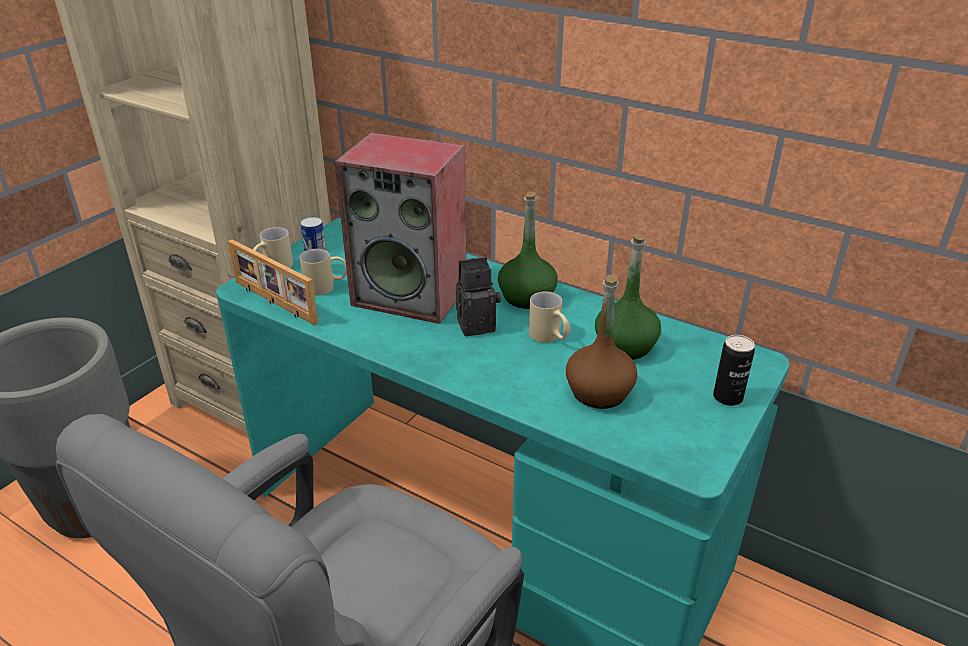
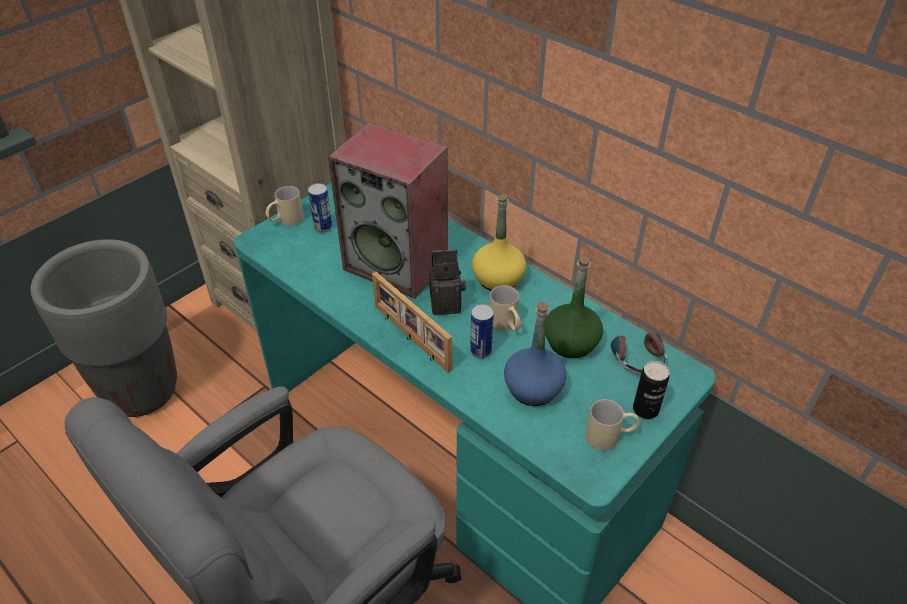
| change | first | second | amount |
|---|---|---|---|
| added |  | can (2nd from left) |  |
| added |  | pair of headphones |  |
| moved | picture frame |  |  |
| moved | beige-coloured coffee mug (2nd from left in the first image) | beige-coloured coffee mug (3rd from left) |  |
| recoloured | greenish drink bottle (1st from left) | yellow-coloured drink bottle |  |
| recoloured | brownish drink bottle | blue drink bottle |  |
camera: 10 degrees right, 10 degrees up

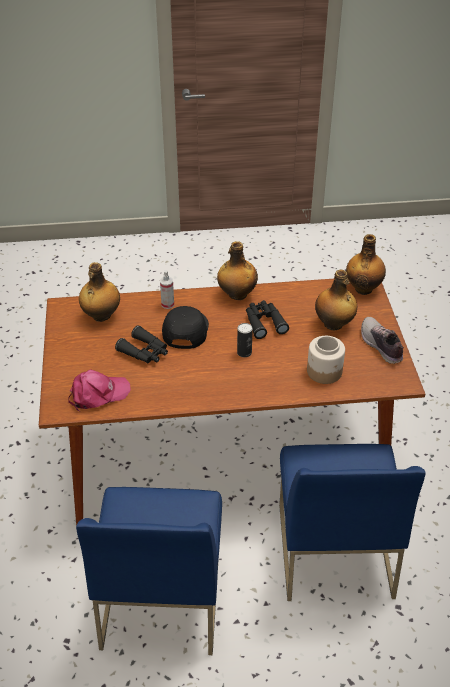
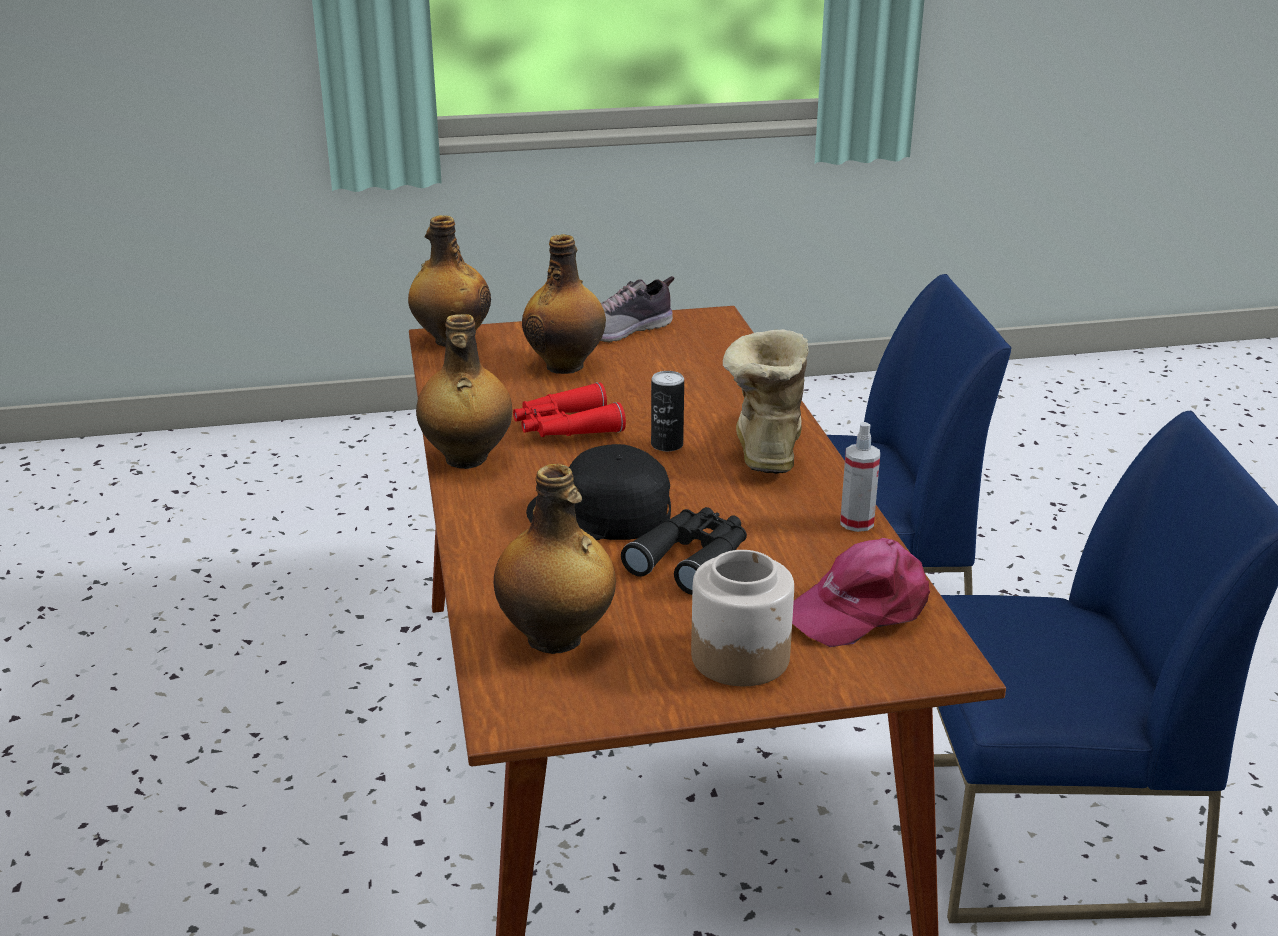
| change | first | second | amount |
|---|---|---|---|
| added |  | boot |  |
| moved | hand sprayer |  |  |
| moved | preserve jar |  |  |
| recoloured | black field glasses (2nd from left) | red field glasses |  |
| turned | pinkish cap |  | 90 degrees counterclockwise |
camera: 95 degrees left, 15 degrees down

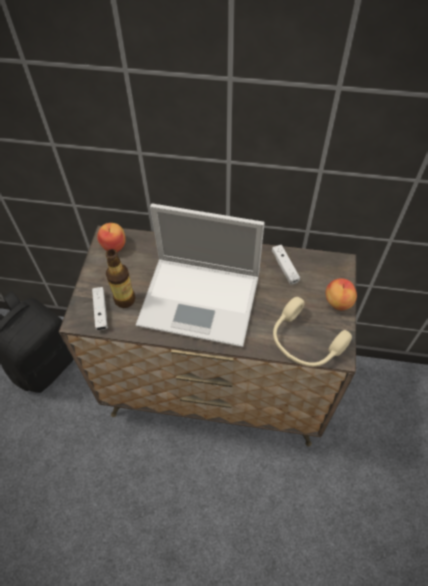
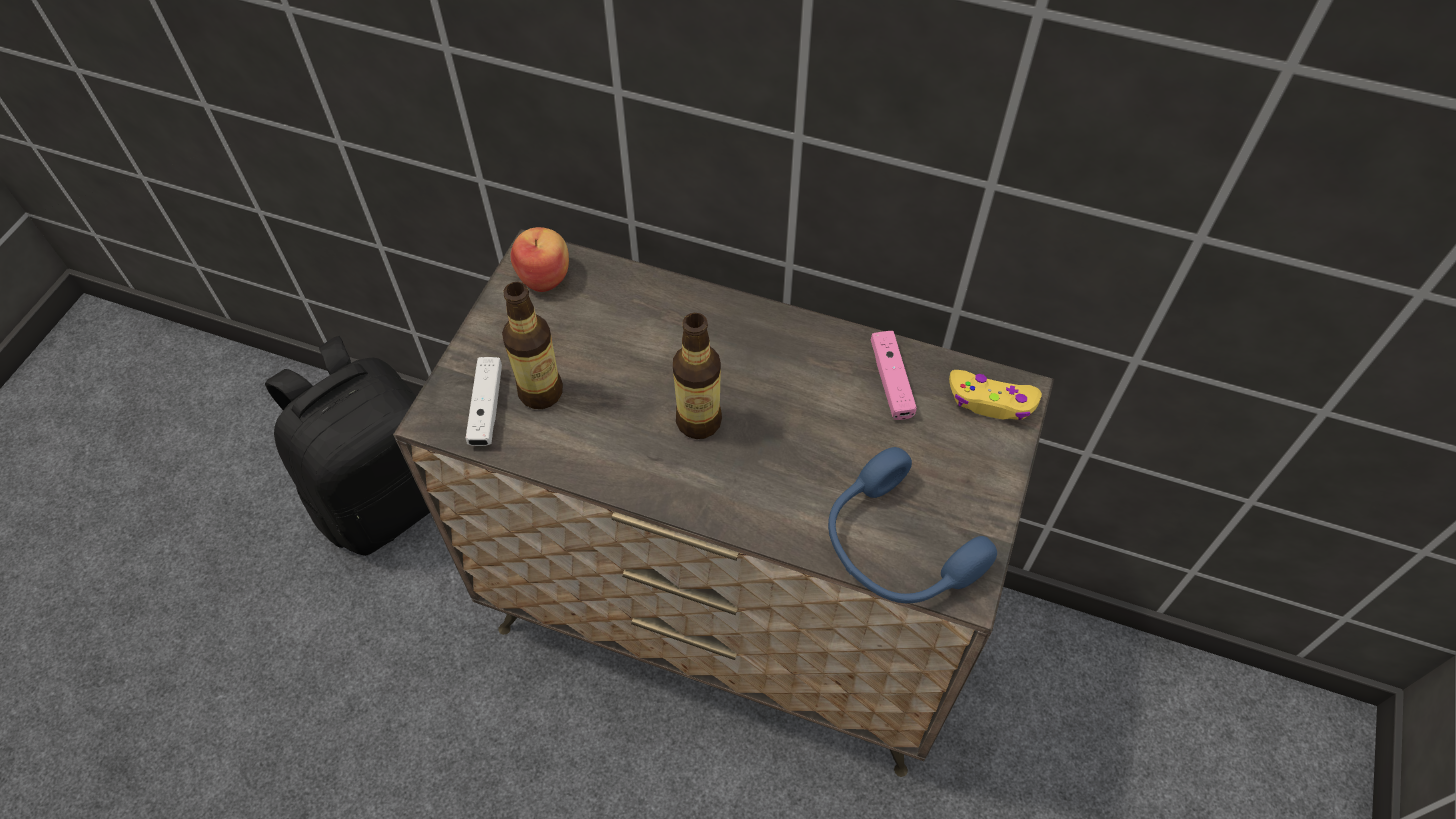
| change | first | second | amount |
|---|---|---|---|
| removed | whole apple (2nd from left) |  |  |
| added |  | yellow-coloured joypad |  |
| replaced | portable computer | drink bottle (2nd from left) |  |
| recoloured | white-coloured joypad (2nd from left) | pinkish joypad |  |
| recoloured | beige-coloured pair of headphones | blue pair of headphones |  |
camera: 10 degrees right, 0 degrees up

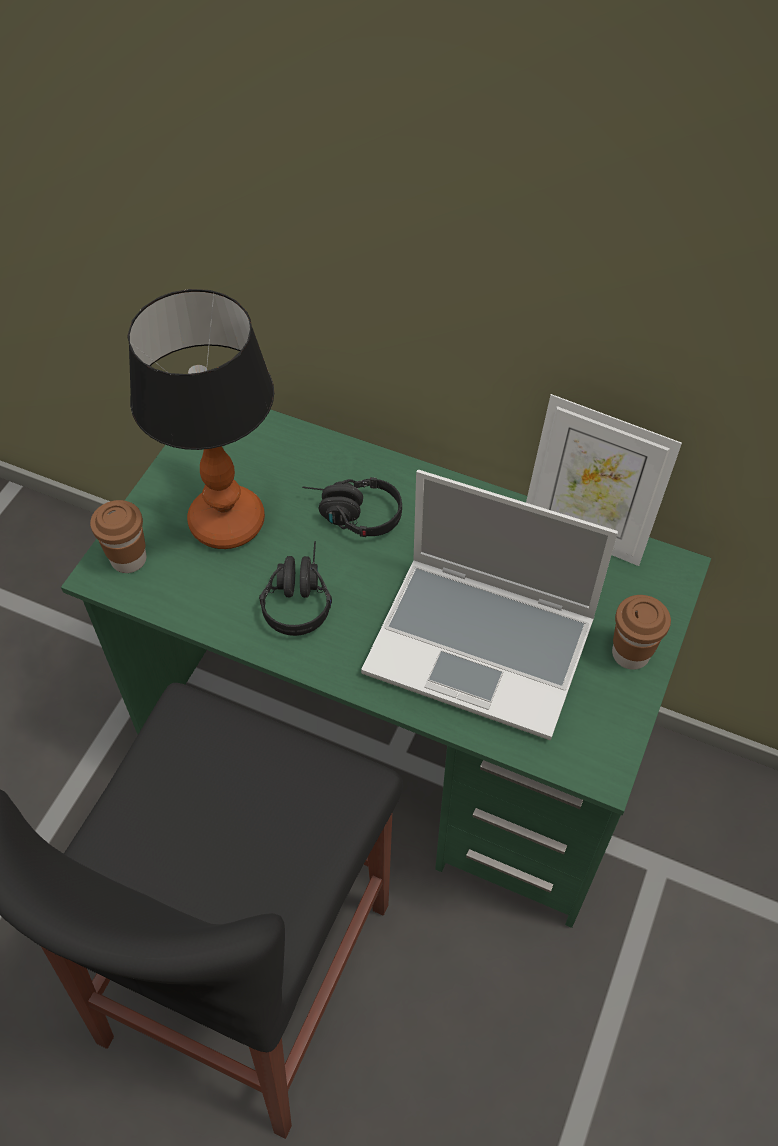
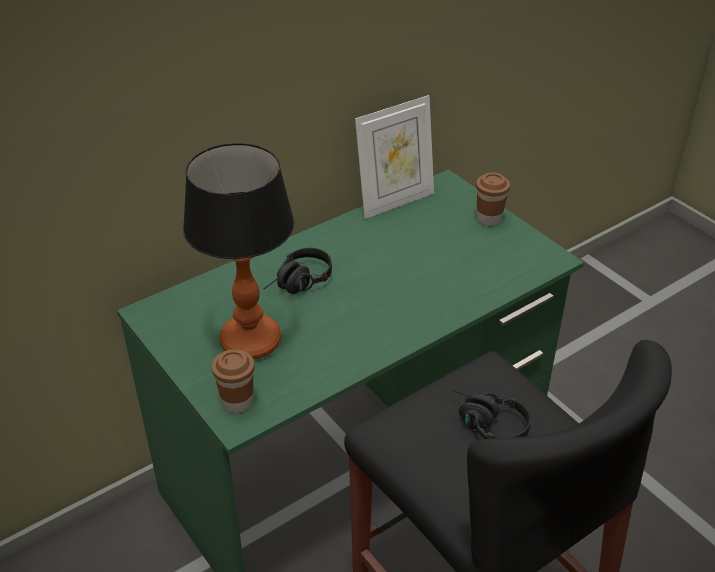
| change | first | second | amount |
|---|---|---|---|
| removed | portable computer |  |  |
| moved | black pair of headphones (1st from left in the first image) | black pair of headphones (2nd from left) |  |
camera: 60 degrees left, 15 degrees down

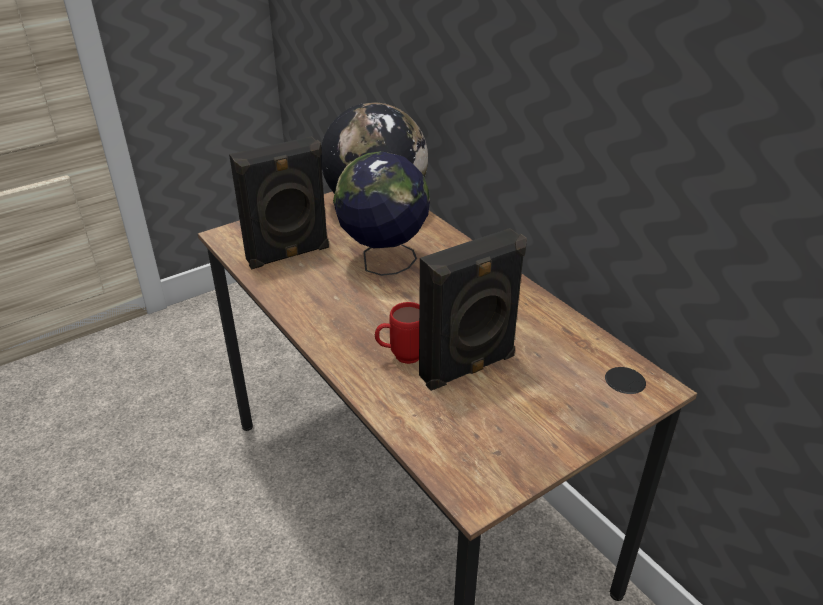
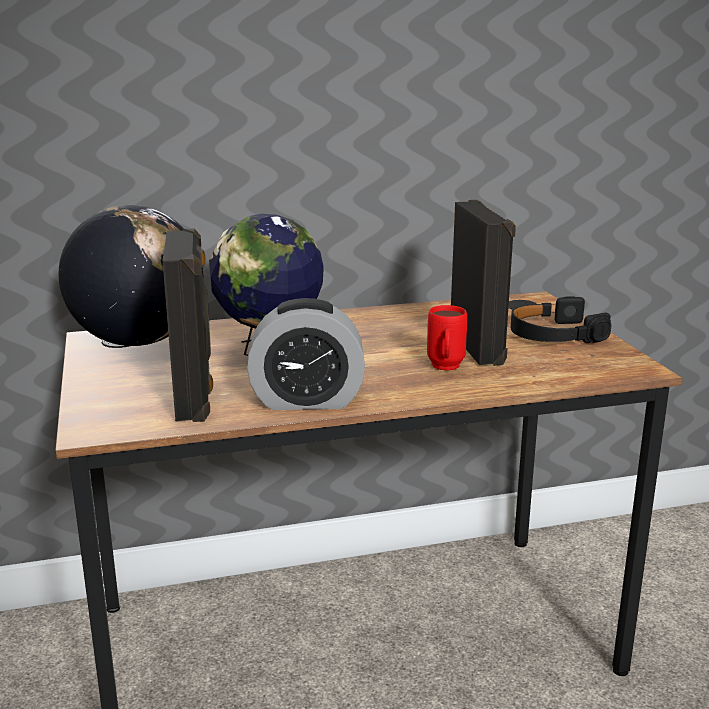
| change | first | second | amount |
|---|---|---|---|
| added |  | bedside clock |  |
| added |  | black pair of headphones |  |
camera: 70 degrees left, 15 degrees down

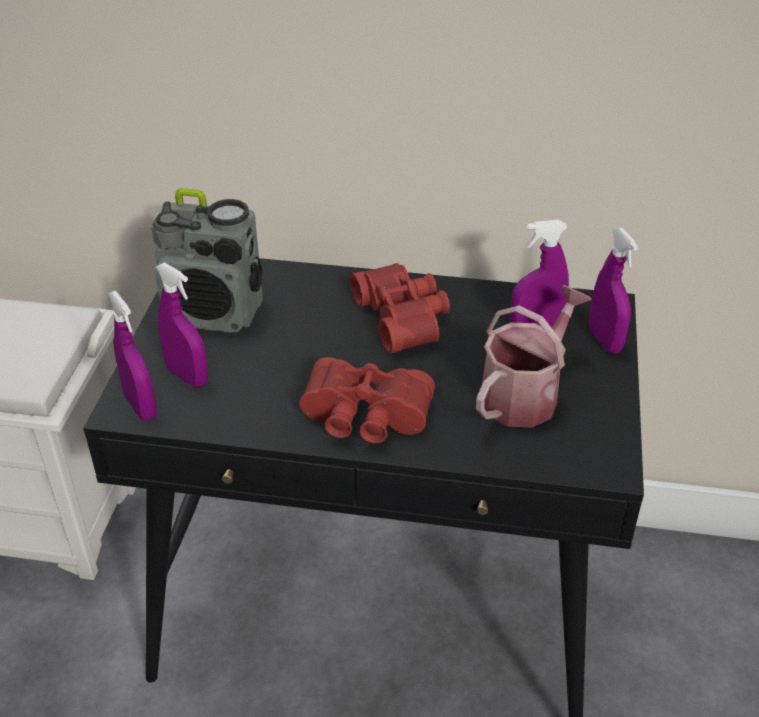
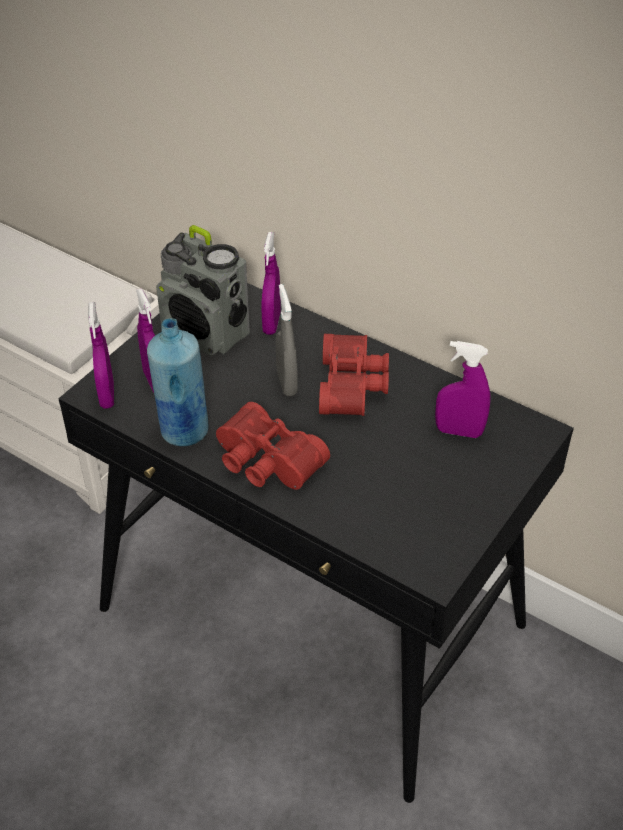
| change | first | second | amount |
|---|---|---|---|
| removed | sprinkling can |  |  |
| added |  | blue drink bottle |  |
| added |  | grey hand sprayer |  |
| moved | purple-coloured hand sprayer (4th from left in the first image) | purple-coloured hand sprayer (3rd from left) |  |
camera: 25 degrees right, 5 degrees up

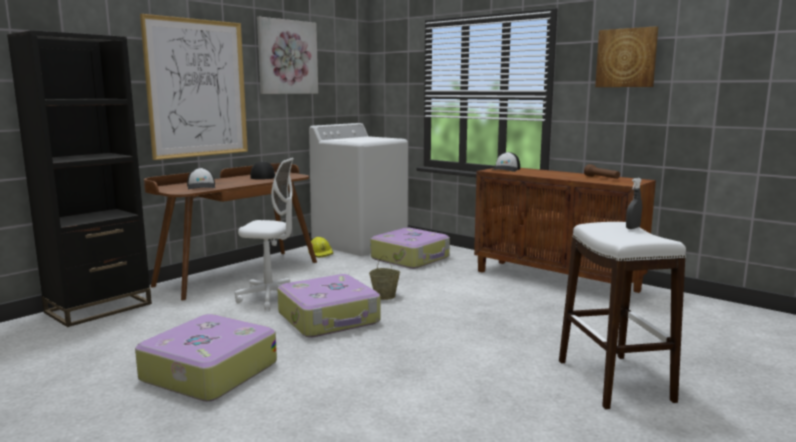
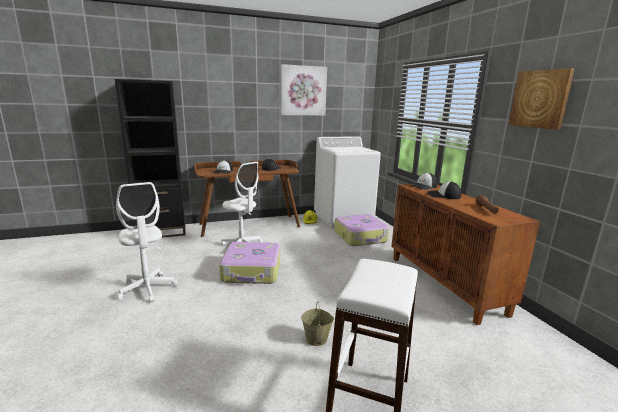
| change | first | second | amount |
|---|---|---|---|
| removed | picture (1st from left) |  |  |
| removed | grey hand sprayer |  |  |
| added |  | cap (4th from left) |  |
| moved | beige-coloured water bucket |  |  |
| replaced | travel case (1st from left) | white-coloured office chair (1st from left) |  |
camera: 30 degrees right, 5 degrees up

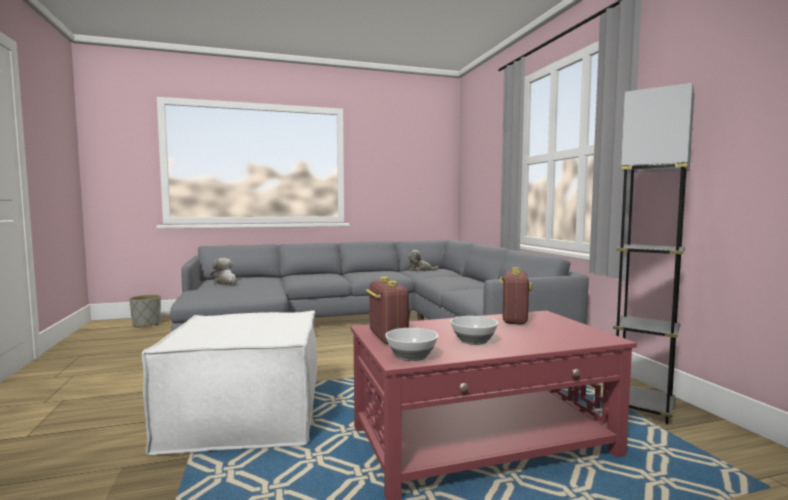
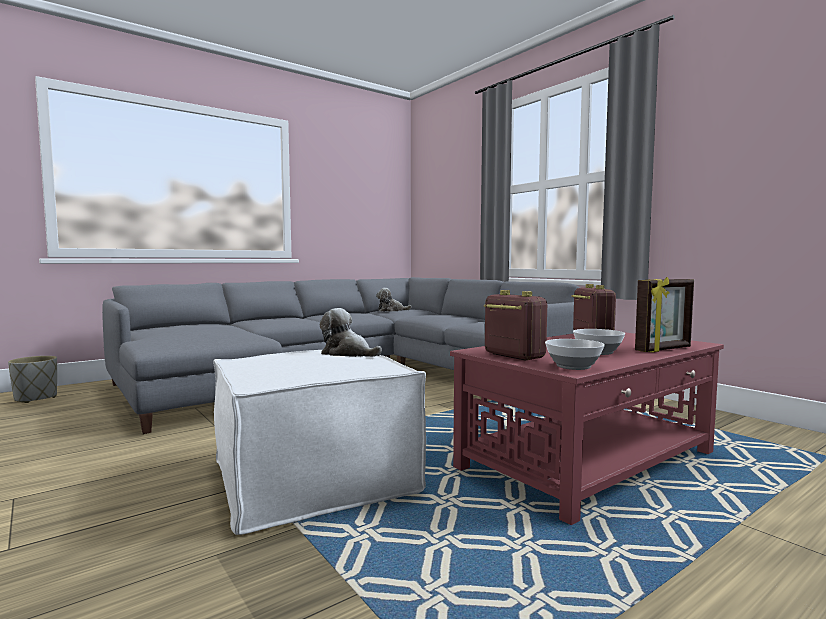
| change | first | second | amount |
|---|---|---|---|
| removed | grey standing lamp |  |  |
| added |  | picture frame |  |
| moved | cuddly toy (1st from left) |  |  |
camera: 20 degrees left, 0 degrees up

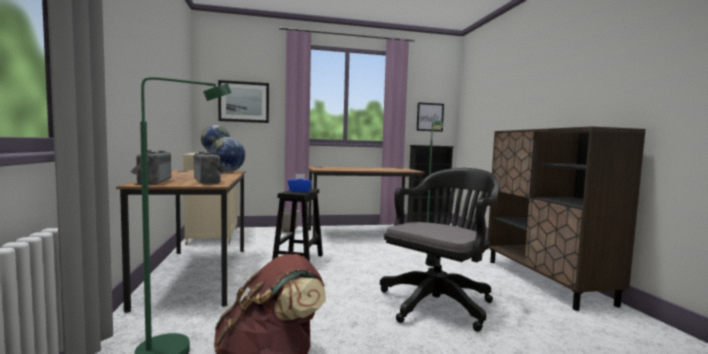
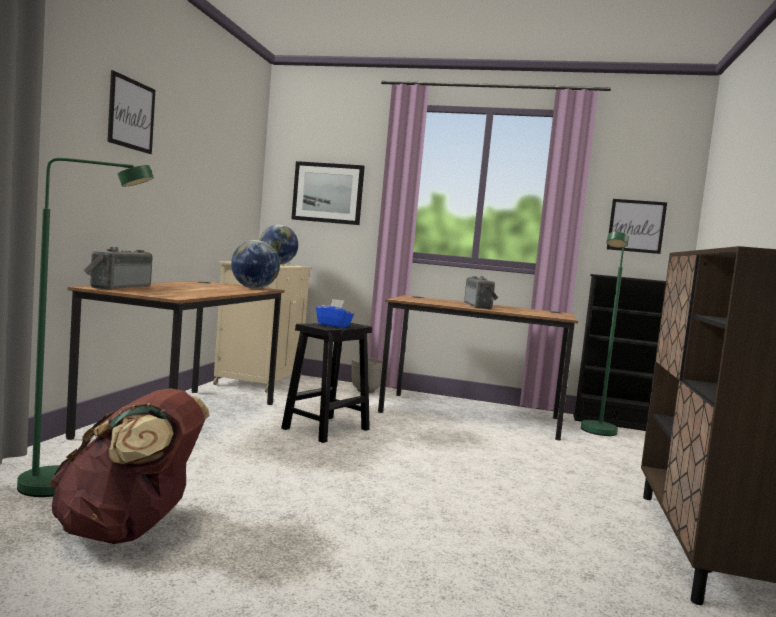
| change | first | second | amount |
|---|---|---|---|
| removed | black office chair |  |  |
| added |  | picture (1st from left) |  |
| moved | radio (2nd from left) |  |  |
camera: 25 degrees right, 0 degrees up

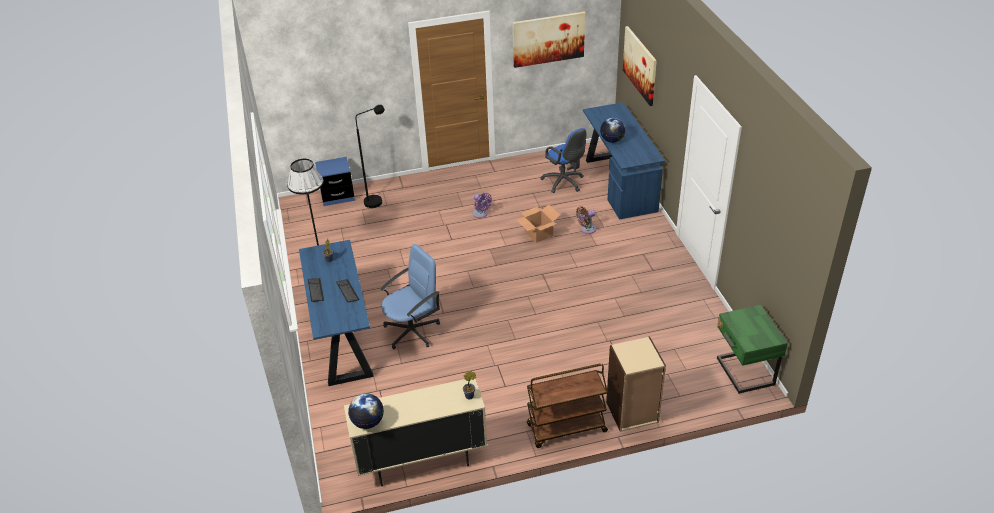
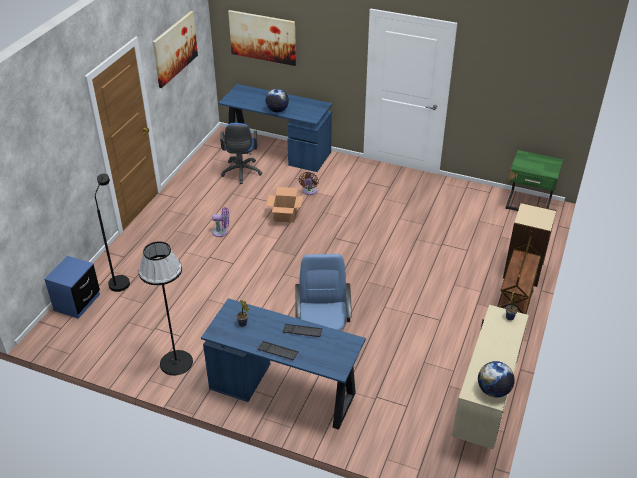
| change | first | second | amount |
|---|---|---|---|
| turned | blue office chair (2nd from left in the first image) | blue office chair (1st from left) | 90 degrees clockwise |
camera: 55 degrees left, 0 degrees up

